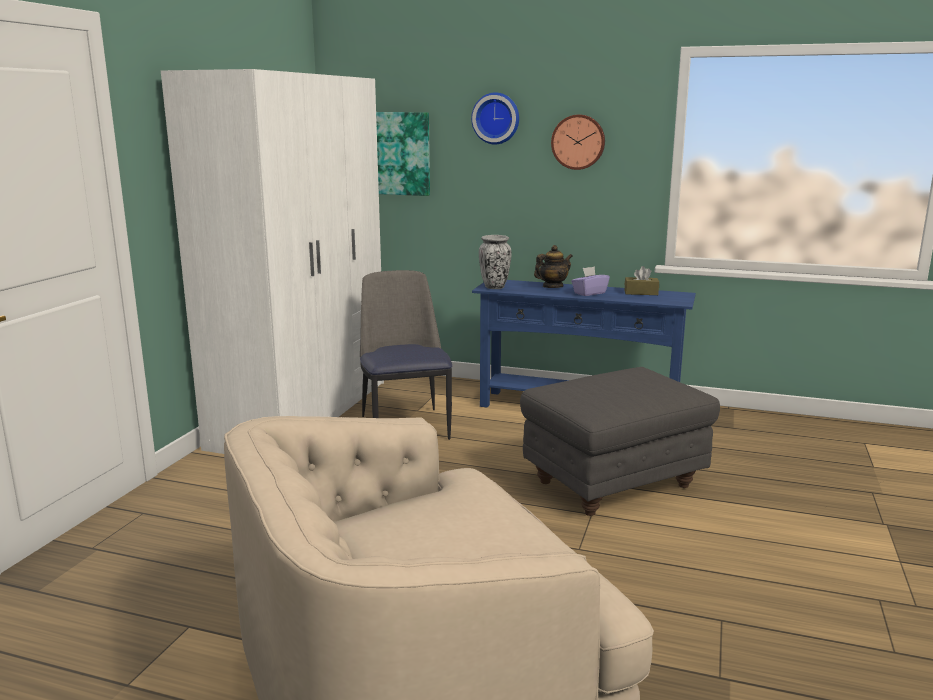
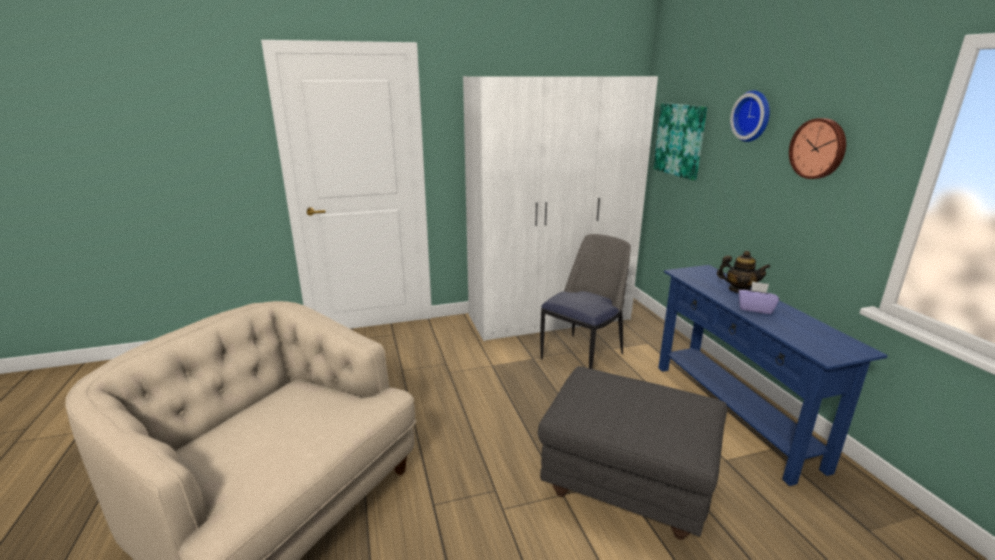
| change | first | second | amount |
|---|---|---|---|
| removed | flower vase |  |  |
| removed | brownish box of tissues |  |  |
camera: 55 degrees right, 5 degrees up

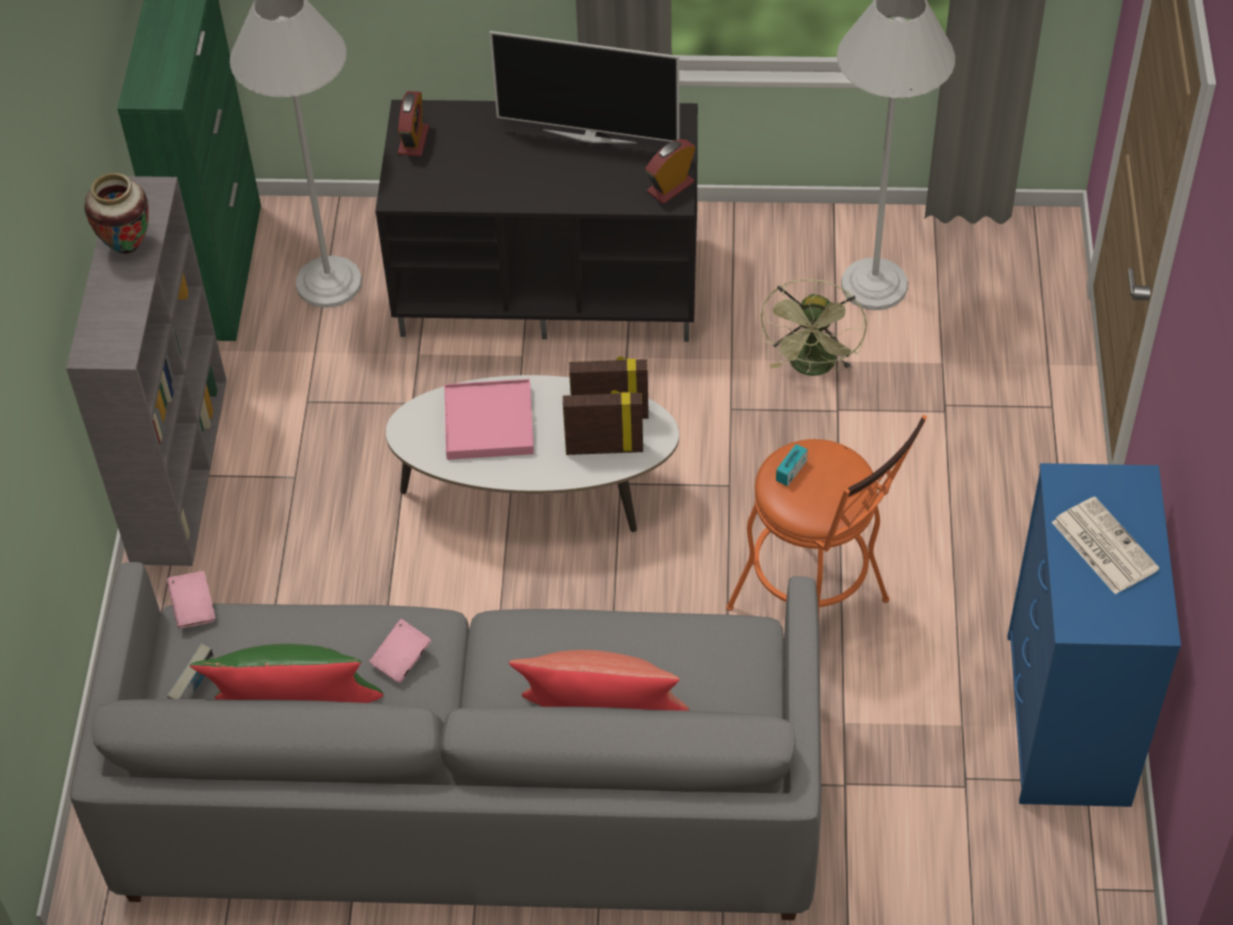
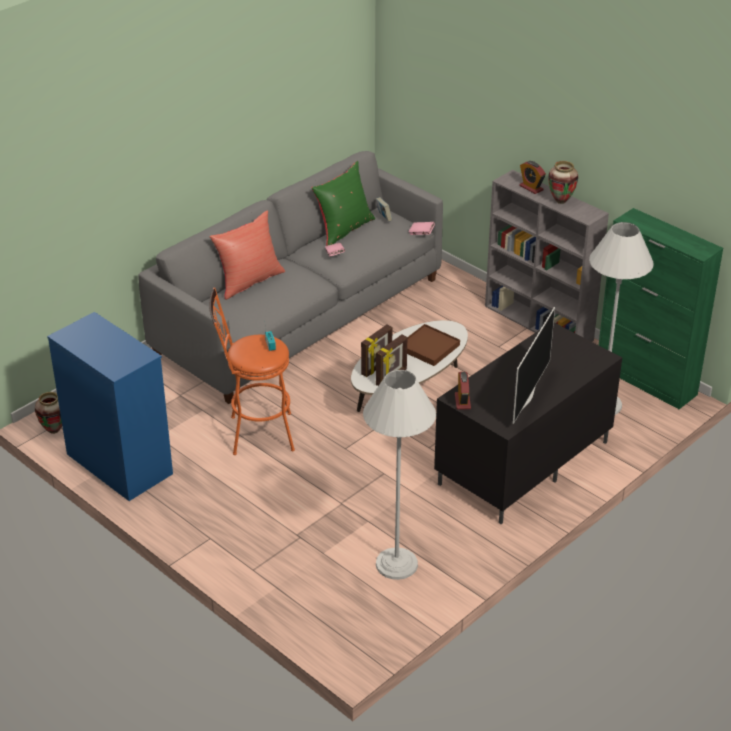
| change | first | second | amount |
|---|---|---|---|
| removed | greenish fan |  |  |
| removed | newspaper |  |  |
| added |  | flower vase (1st from left) |  |
| moved | bedside clock (1st from left in the first image) | bedside clock (2nd from left) |  |
| recoloured | pinkish carrying tray | brownish carrying tray |  |
| turned | TV set |  | 150 degrees clockwise |
camera: 130 degrees right, 15 degrees down

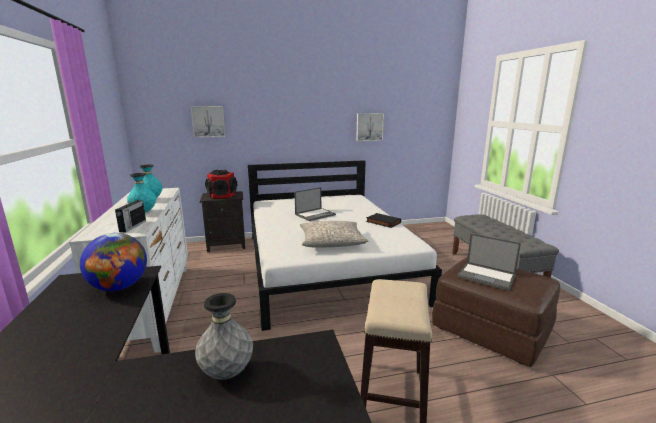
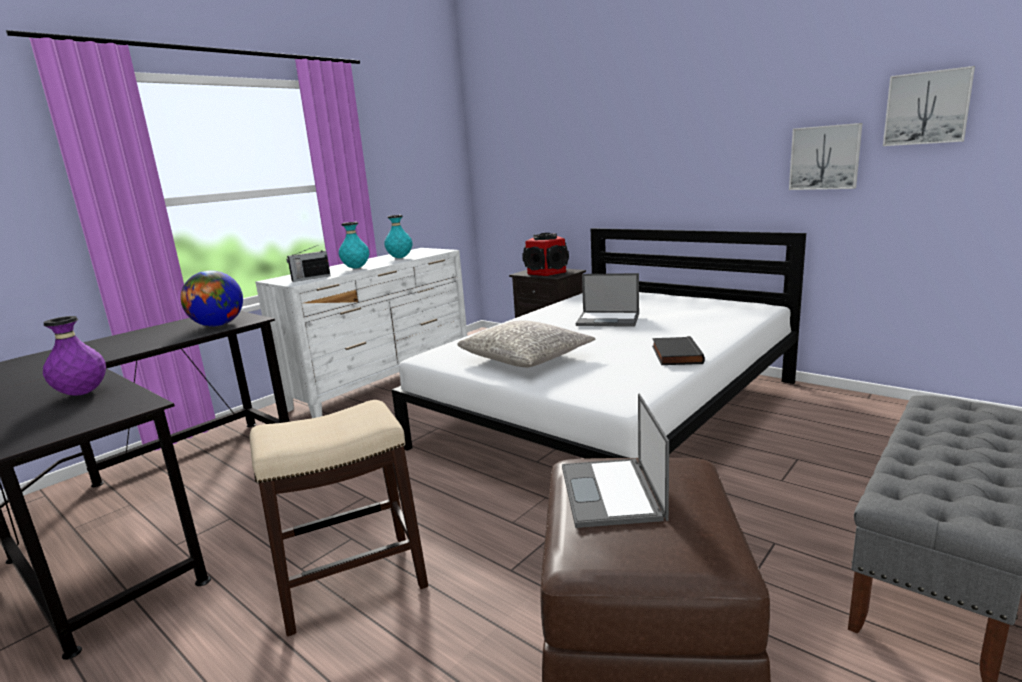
| change | first | second | amount |
|---|---|---|---|
| moved | picture (1st from left in the first image) | picture (2nd from left) |  |
| recoloured | grey flower vase | purple-coloured flower vase |  |
camera: 55 degrees right, 0 degrees up

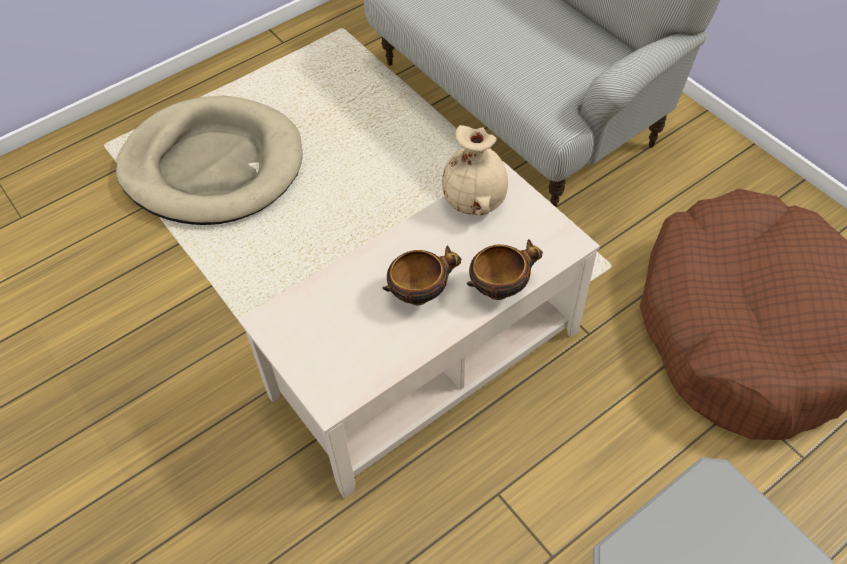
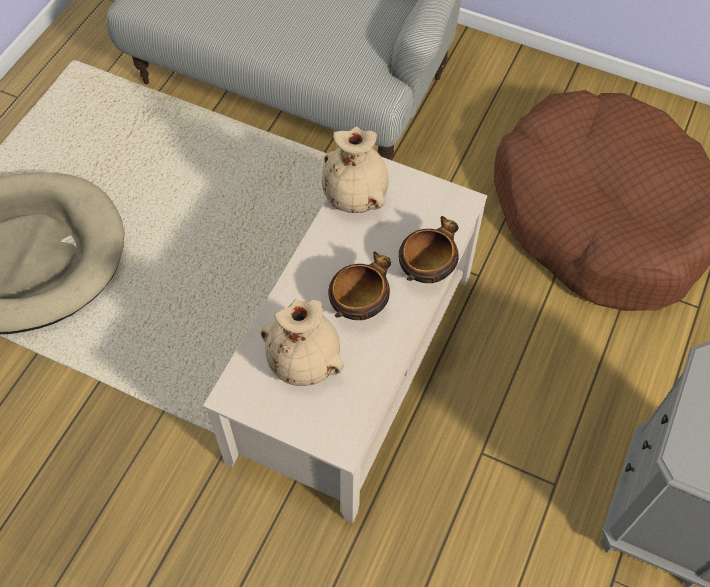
| change | first | second | amount |
|---|---|---|---|
| added |  | beige-coloured flower vase (1st from left) |  |
camera: 30 degrees left, 5 degrees up

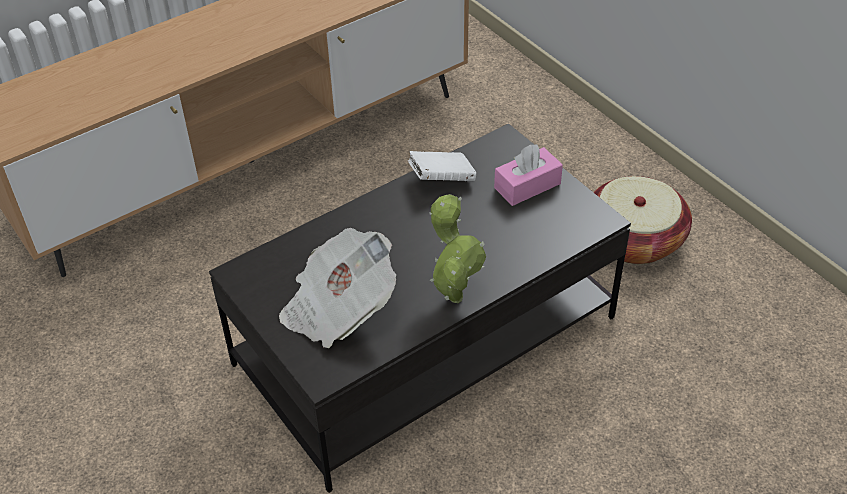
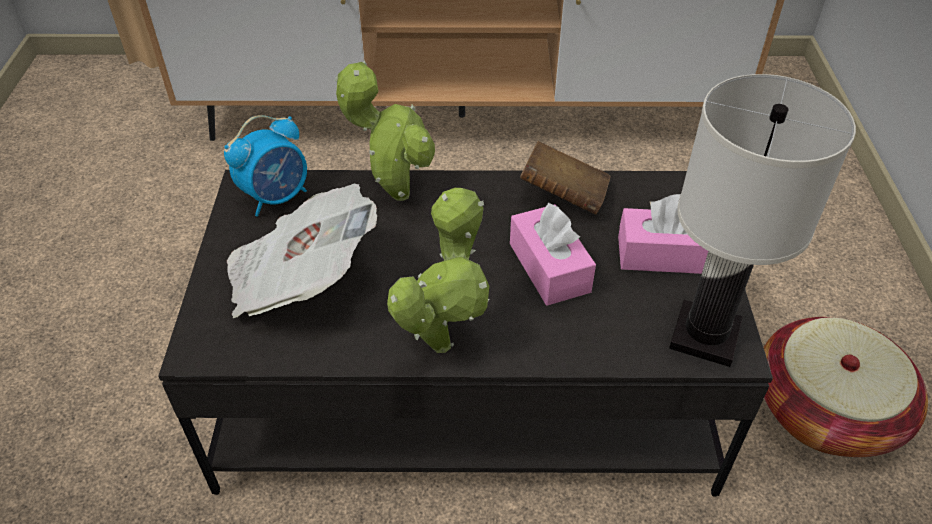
| change | first | second | amount |
|---|---|---|---|
| added |  | bedside clock |  |
| added |  | potted plant (1st from left) |  |
| added |  | pinkish box of tissues (1st from left) |  |
| added |  | white-coloured tabletop lamp |  |
| recoloured | white-coloured volume | brownish volume |  |
camera: 35 degrees right, 0 degrees up

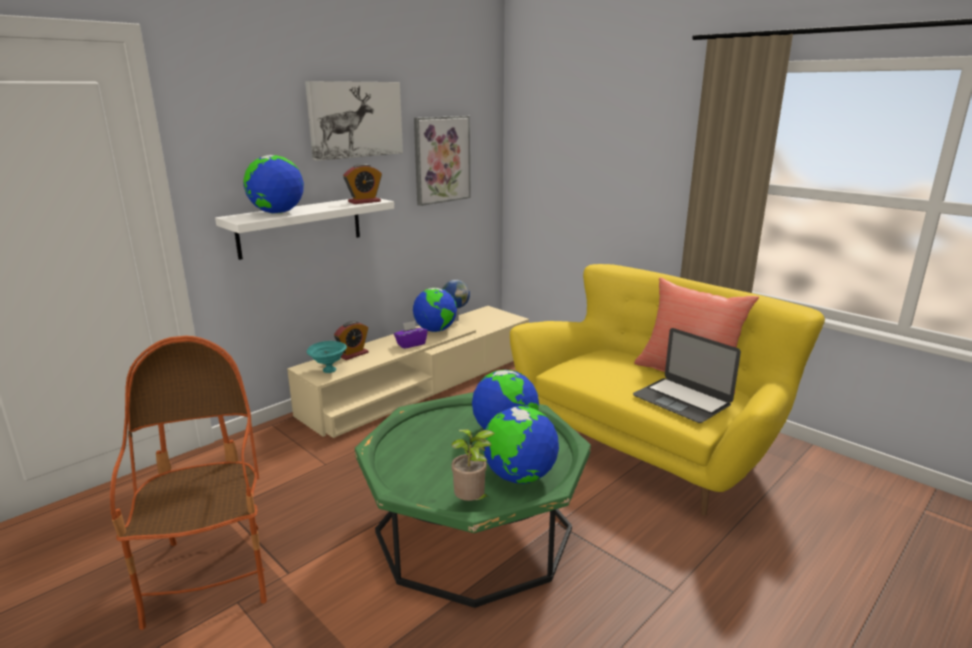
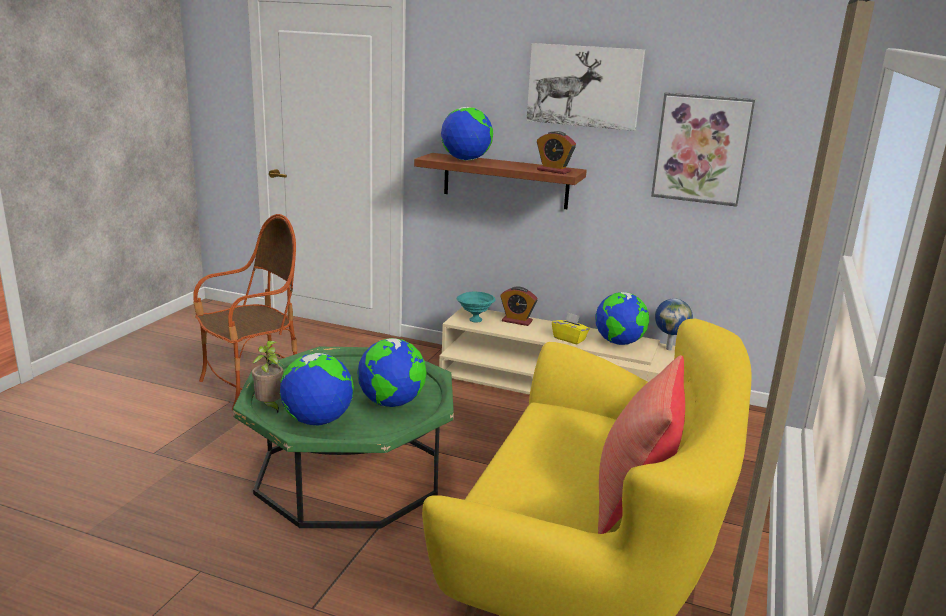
| change | first | second | amount |
|---|---|---|---|
| removed | portable computer |  |  |
| recoloured | white-coloured bracket shelf | brownish bracket shelf |  |
| recoloured | purple-coloured box of tissues | yellow-coloured box of tissues |  |
camera: 65 degrees right, 0 degrees up

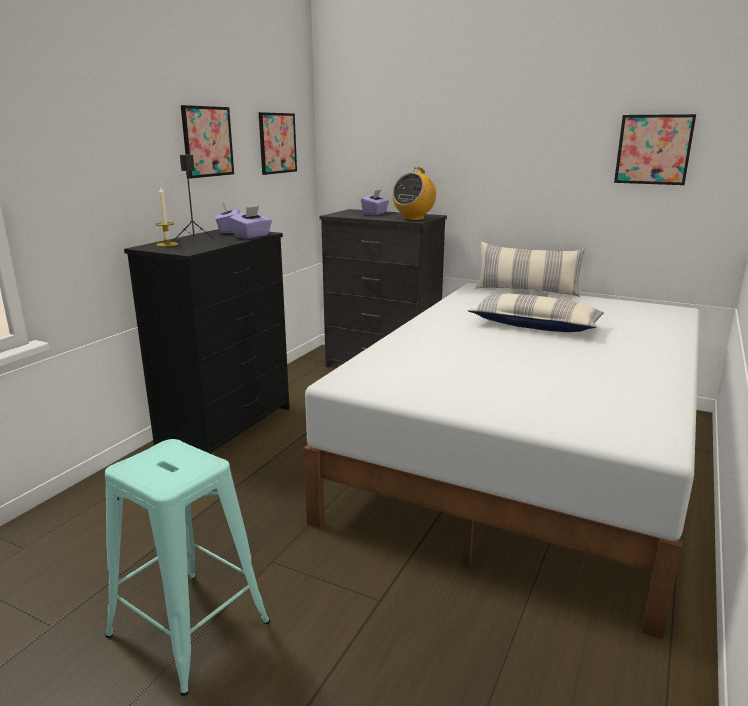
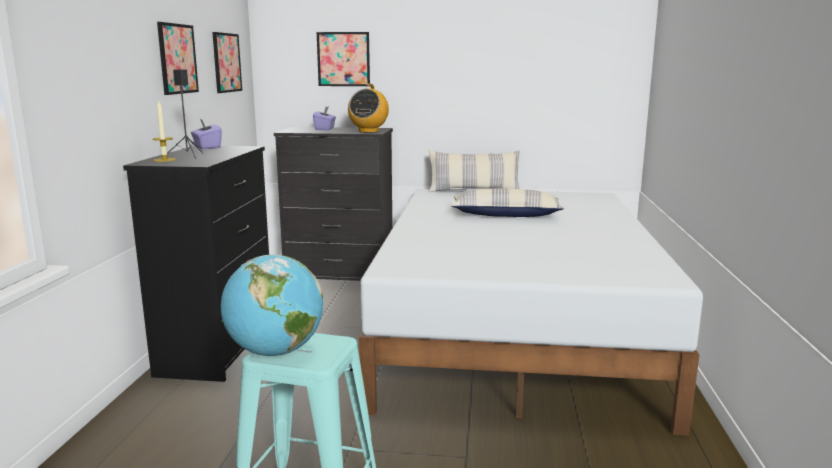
| change | first | second | amount |
|---|---|---|---|
| removed | purple-coloured box of tissues (2nd from left) |  |  |
| added |  | globe |  |
| moved | picture (3rd from left) |  |  |
camera: 20 degrees left, 5 degrees down

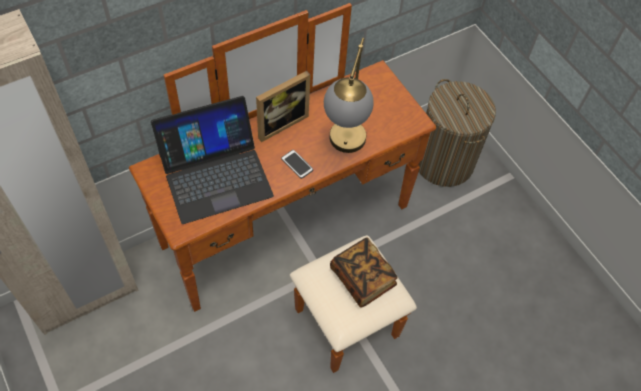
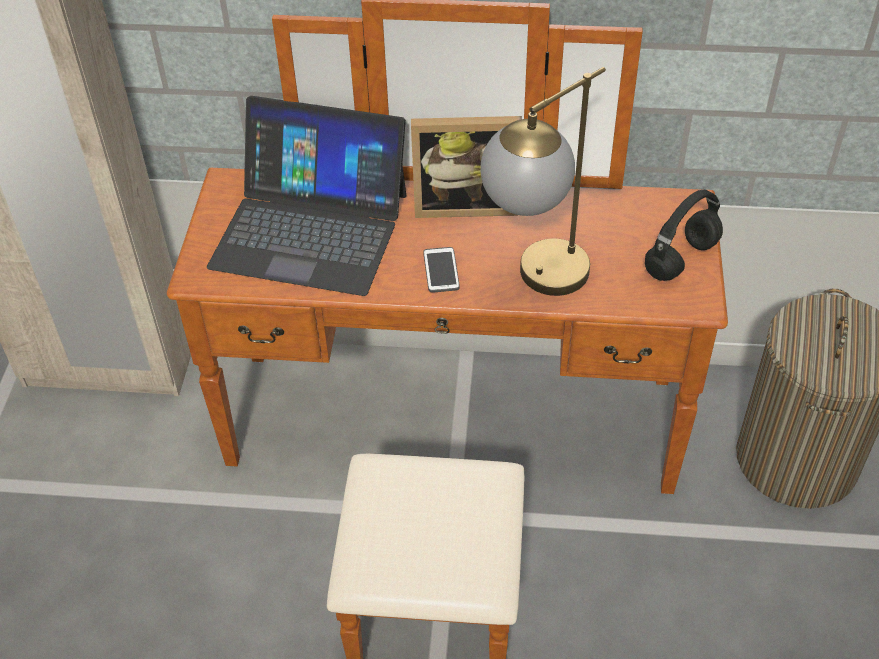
| change | first | second | amount |
|---|---|---|---|
| removed | volume |  |  |
| added |  | black pair of headphones |  |
camera: 40 degrees right, 10 degrees down

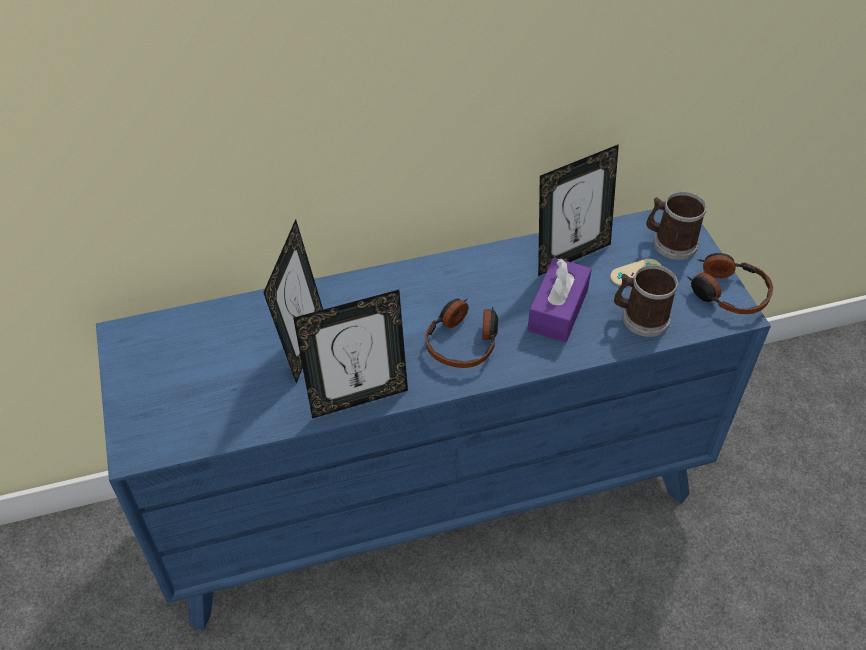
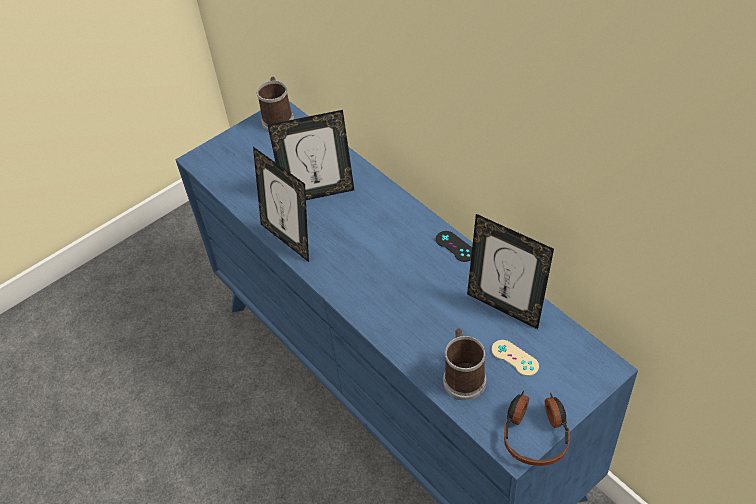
| change | first | second | amount |
|---|---|---|---|
| removed | pair of headphones (1st from left) |  |  |
| removed | purple-coloured box of tissues |  |  |
| added |  | black joypad |  |
| moved | coffee mug (2nd from left in the first image) | coffee mug (1st from left) |  |
camera: 70 degrees right, 0 degrees up

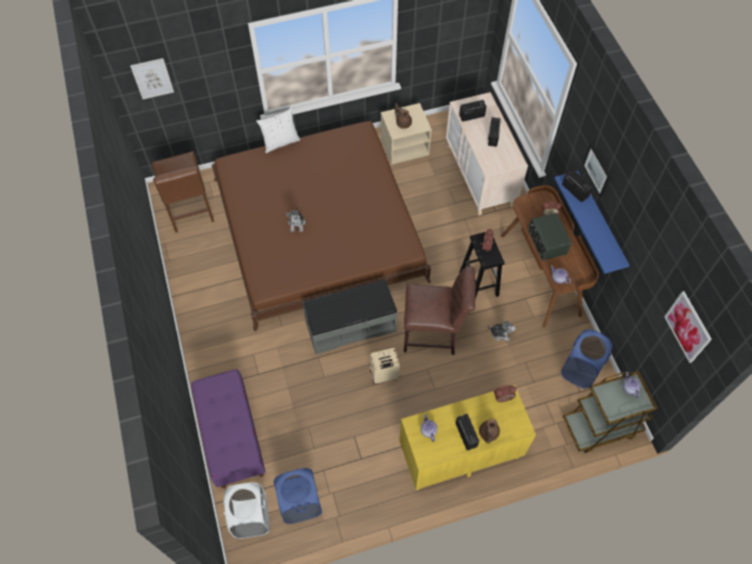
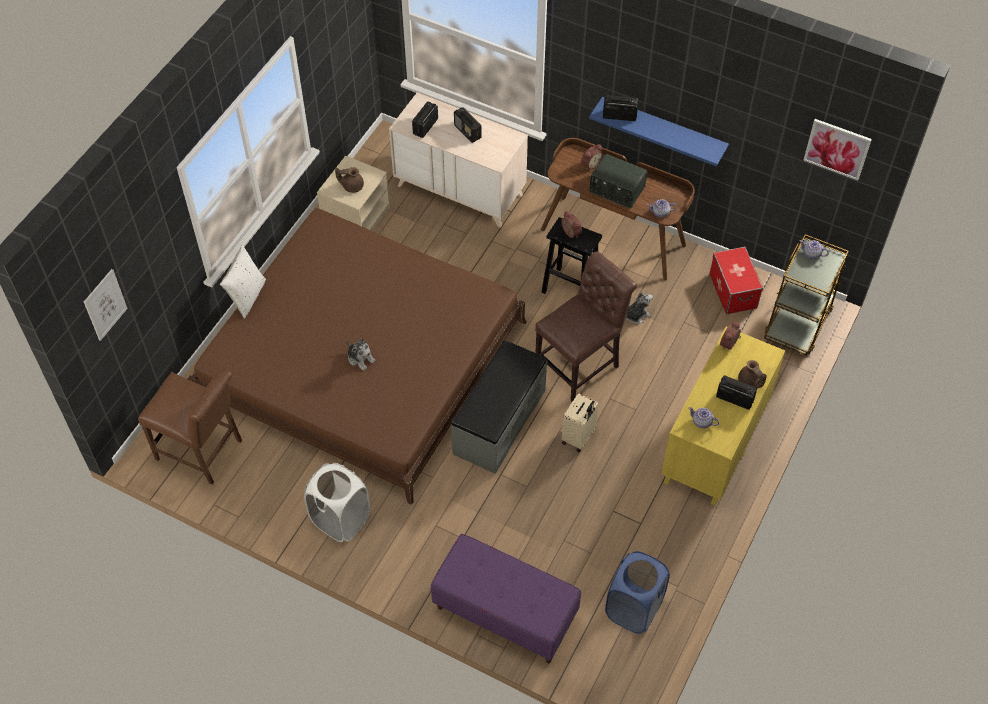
| change | first | second | amount |
|---|---|---|---|
| removed | picture (2nd from left) |  |  |
| moved | white-coloured washing basket |  |  |
| replaced | blue washing basket (2nd from left) | storage bin |  |
camera: 45 degrees left, 5 degrees down

